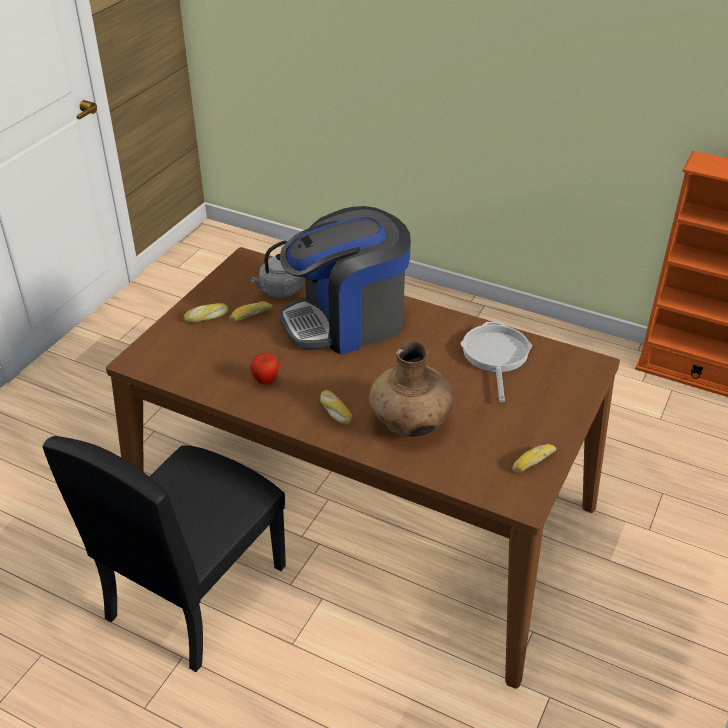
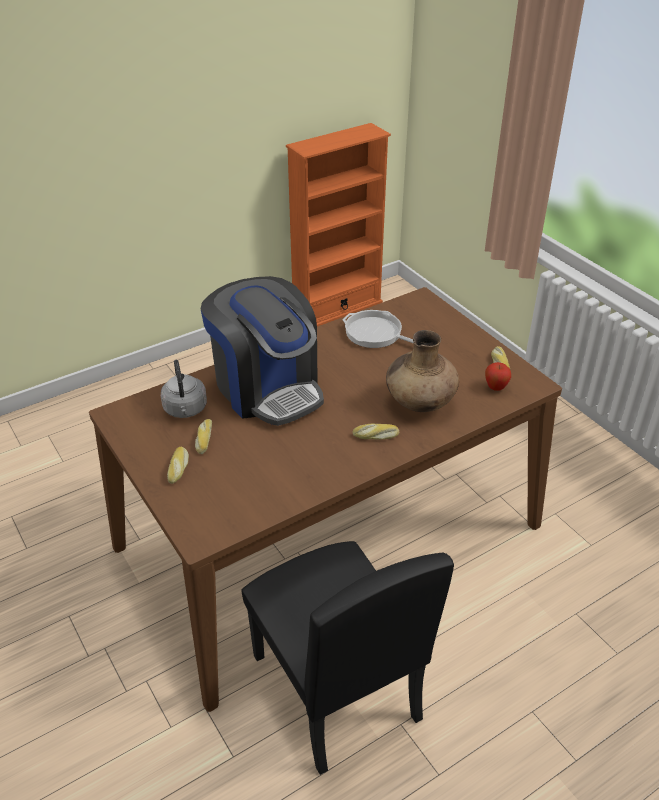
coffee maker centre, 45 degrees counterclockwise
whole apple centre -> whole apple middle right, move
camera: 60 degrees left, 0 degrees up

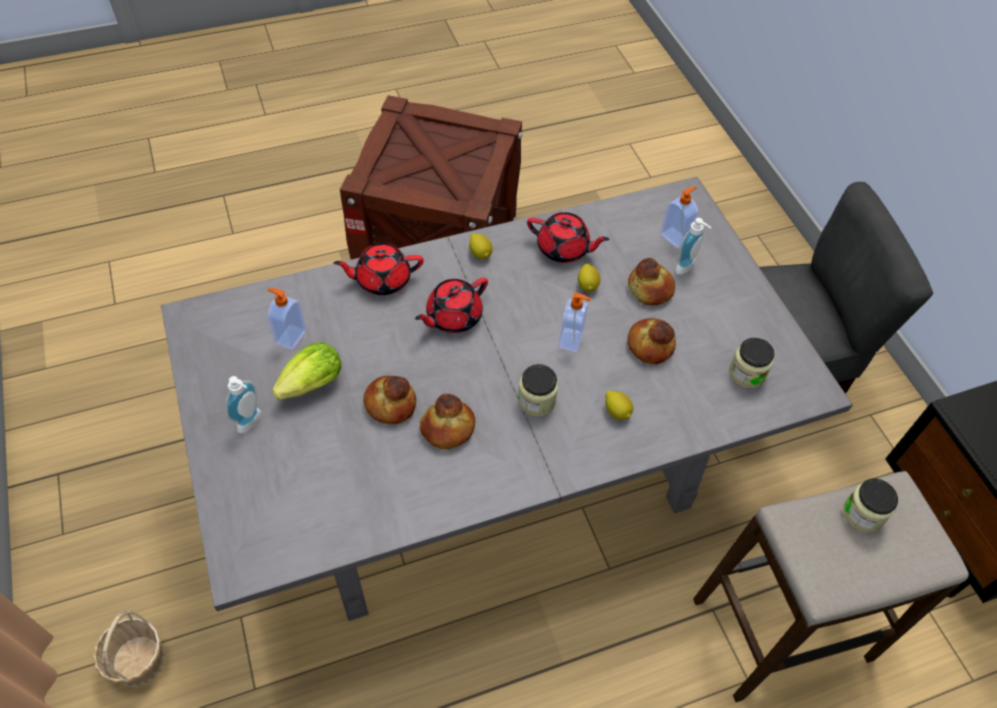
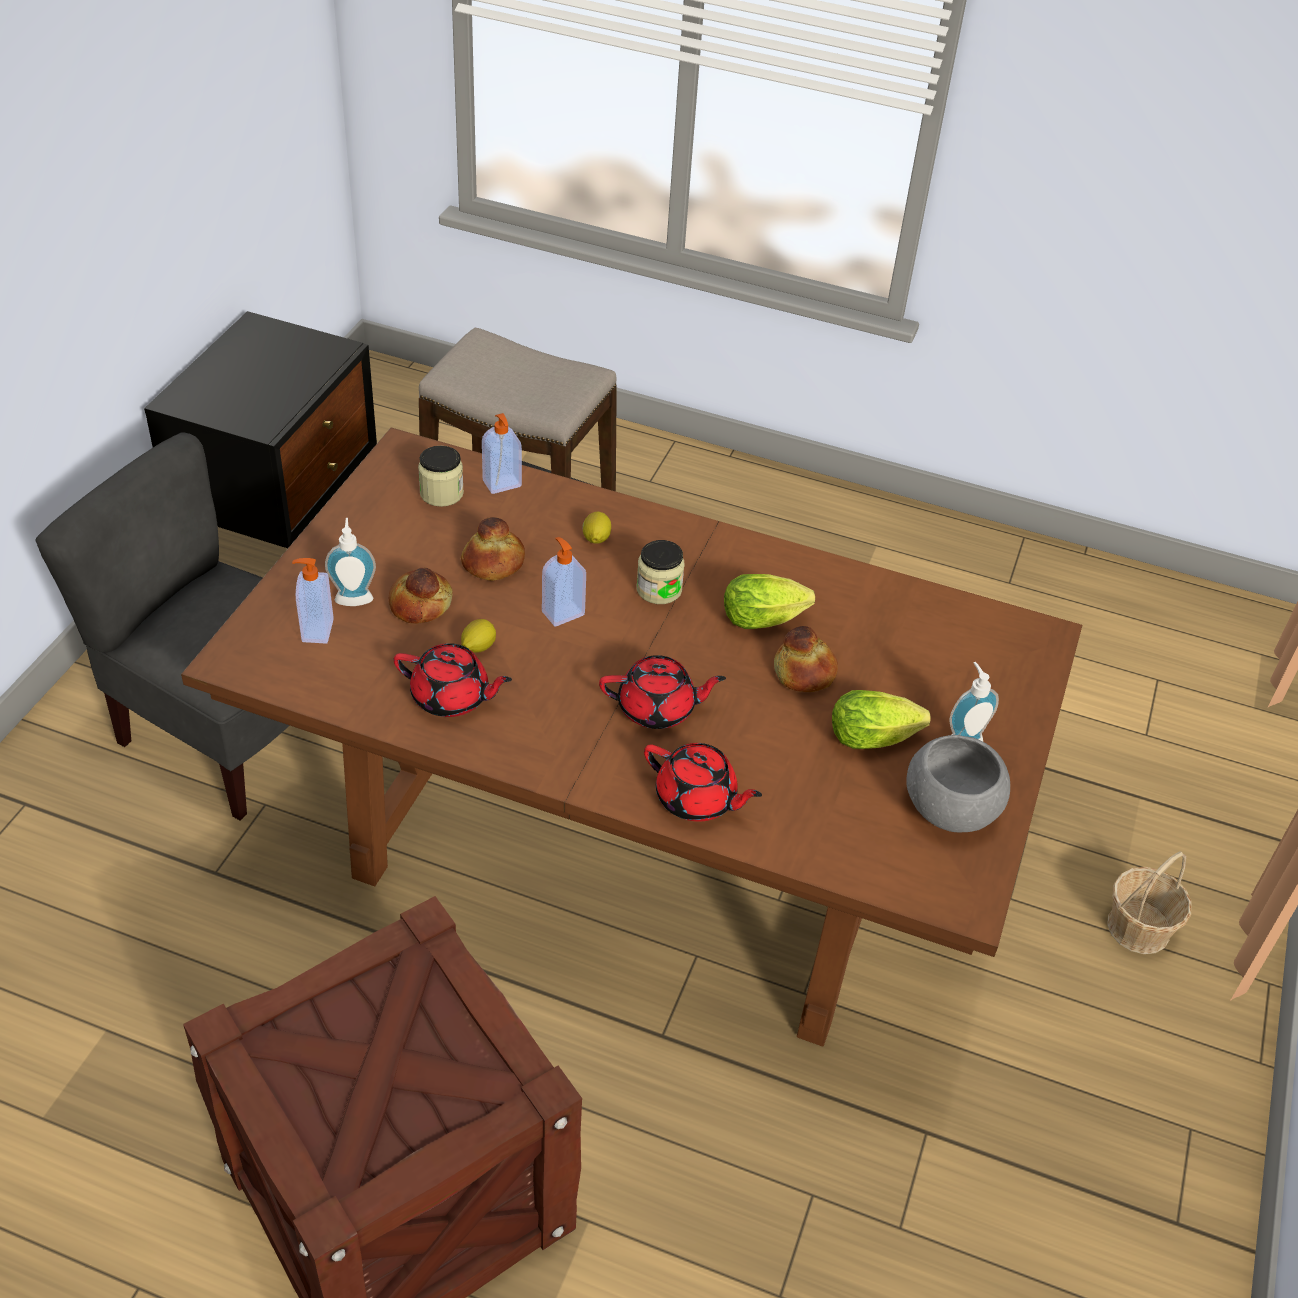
greyish dining table centre -> brownish dining table centre
red teapot (3rd from left in the first image) centre -> red teapot (1st from left) centre, 135 degrees clockwise
citrus fruit (1st from left) centre -> none
liquid soap bottle (2nd from left in the first image) middle left -> liquid soap bottle (3rd from left) centre, move
baked bread (2nd from left) centre -> lettuce head (1st from left) centre
preserve jar (3rd from left) bottom right -> none
none -> greyish serving bowl middle right
camera: 140 degrees left, 10 degrees down

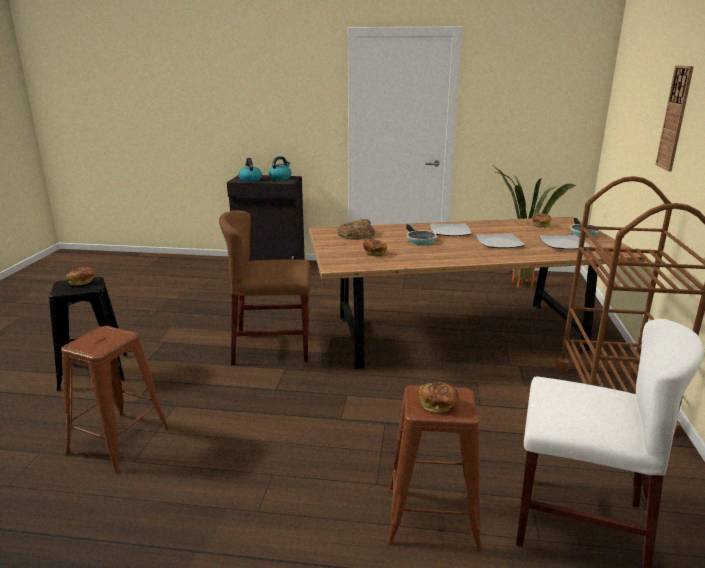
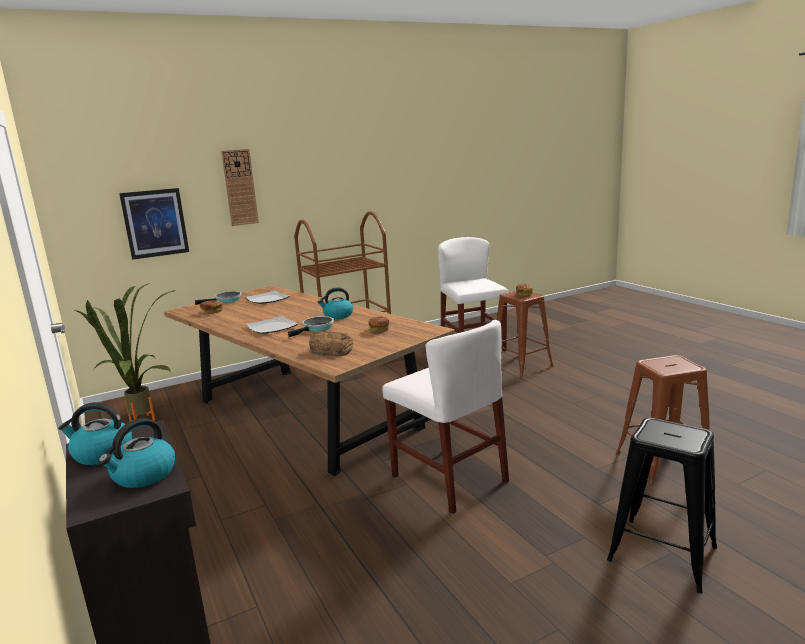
brownish plain chair centre -> white plain chair (1st from left) centre
plate (2nd from left) middle right -> none
baked bread (1st from left) middle left -> none
none -> wall picture middle left
none -> kettle (3rd from left) centre
camera: 125 degrees left, 5 degrees down

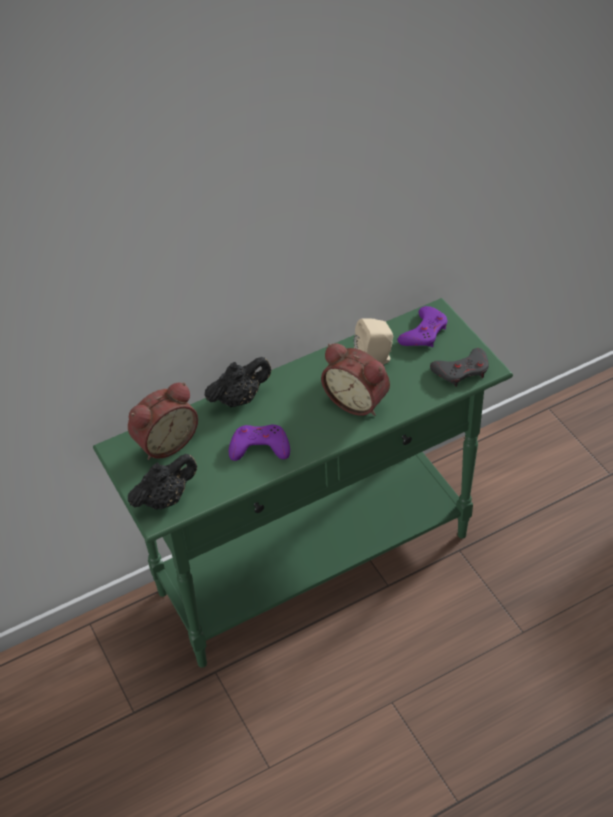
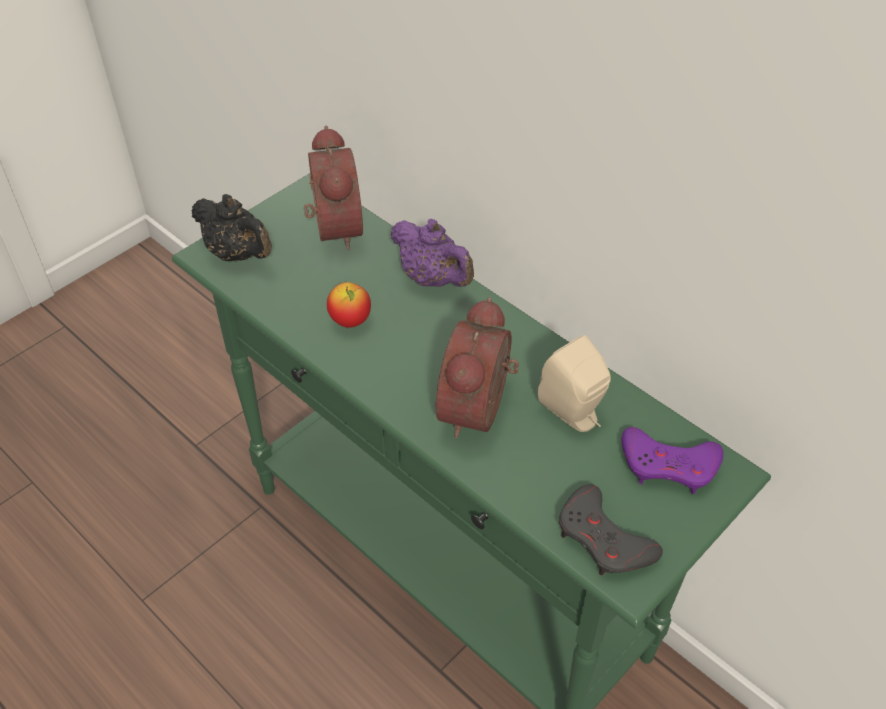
blackish teapot (2nd from left) centre -> purple teapot centre
alarm clock (1st from left) middle left -> alarm clock (1st from left) top centre, 135 degrees counterclockwise
purple game controller (1st from left) centre -> whole apple centre
camera: 70 degrees right, 0 degrees up

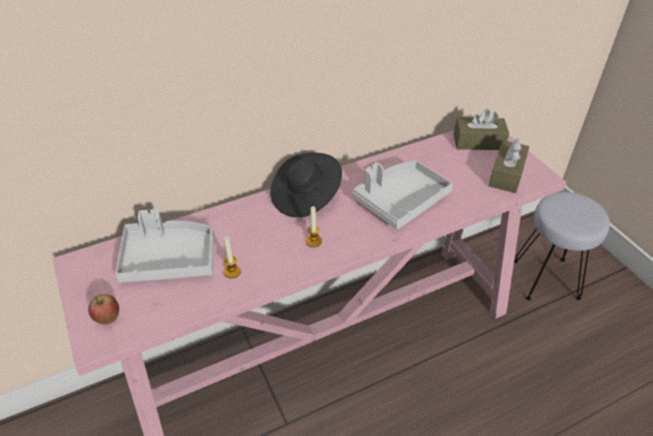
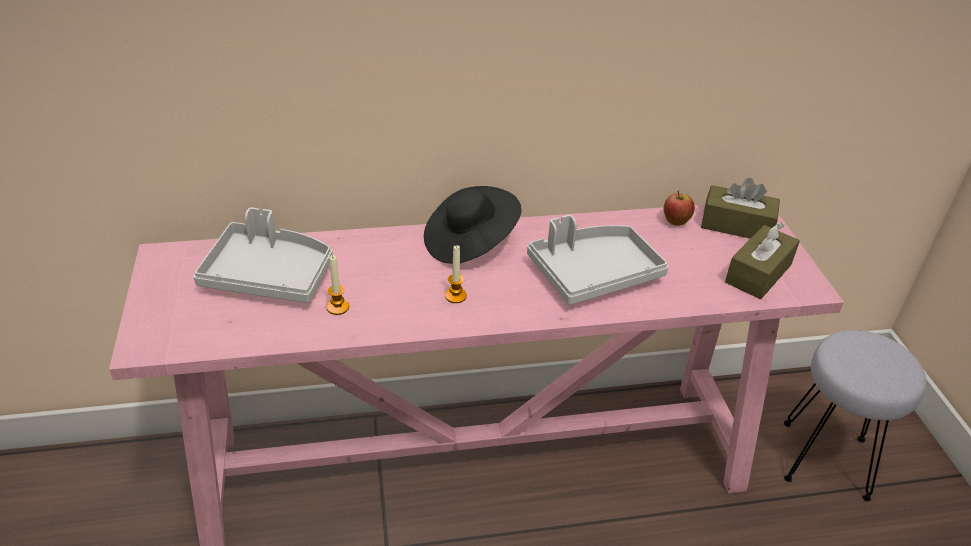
whole apple bottom left -> whole apple middle right, move
camera: 15 degrees right, 5 degrees down

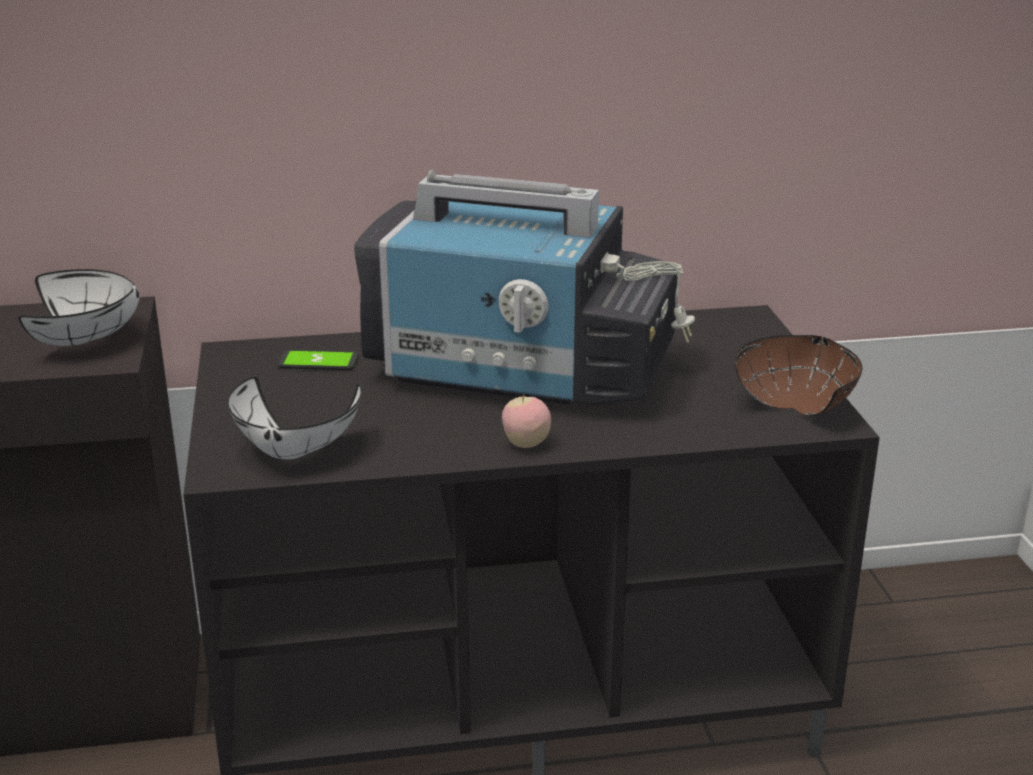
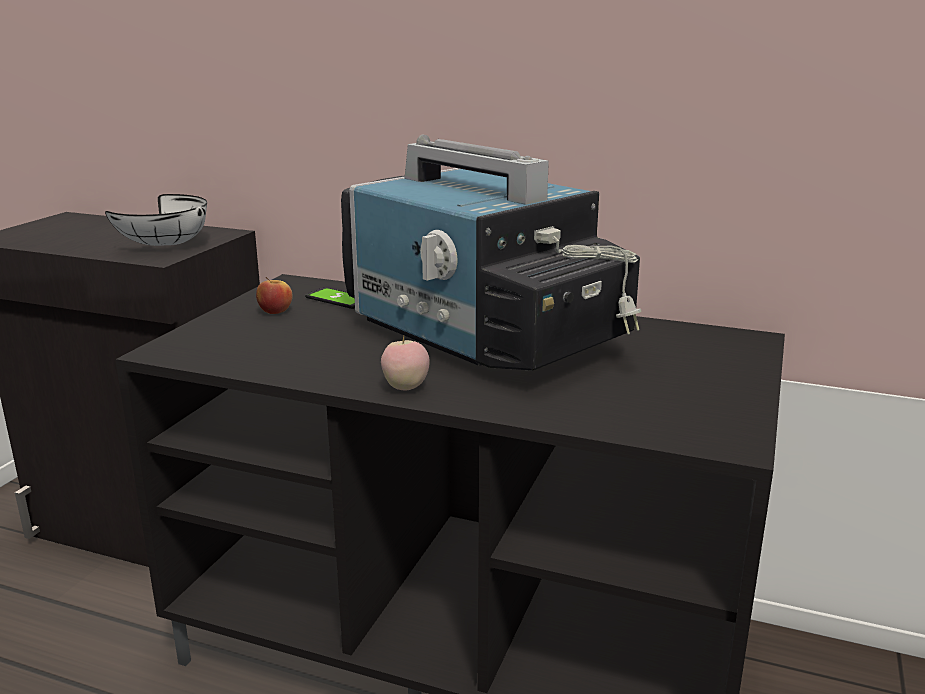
brownish serving bowl middle right -> none
white serving bowl (2nd from left) middle left -> none
none -> whole apple (1st from left) middle left
camera: 30 degrees right, 5 degrees down

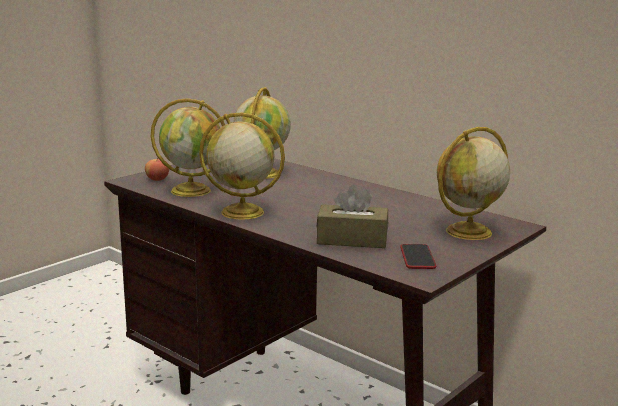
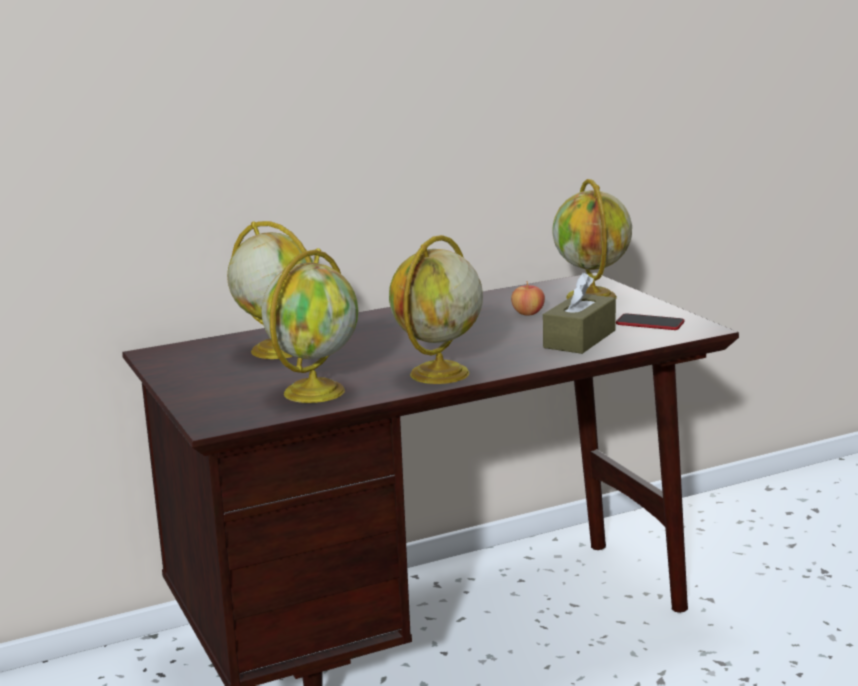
whole apple middle left -> whole apple centre, move
camera: 65 degrees left, 0 degrees up

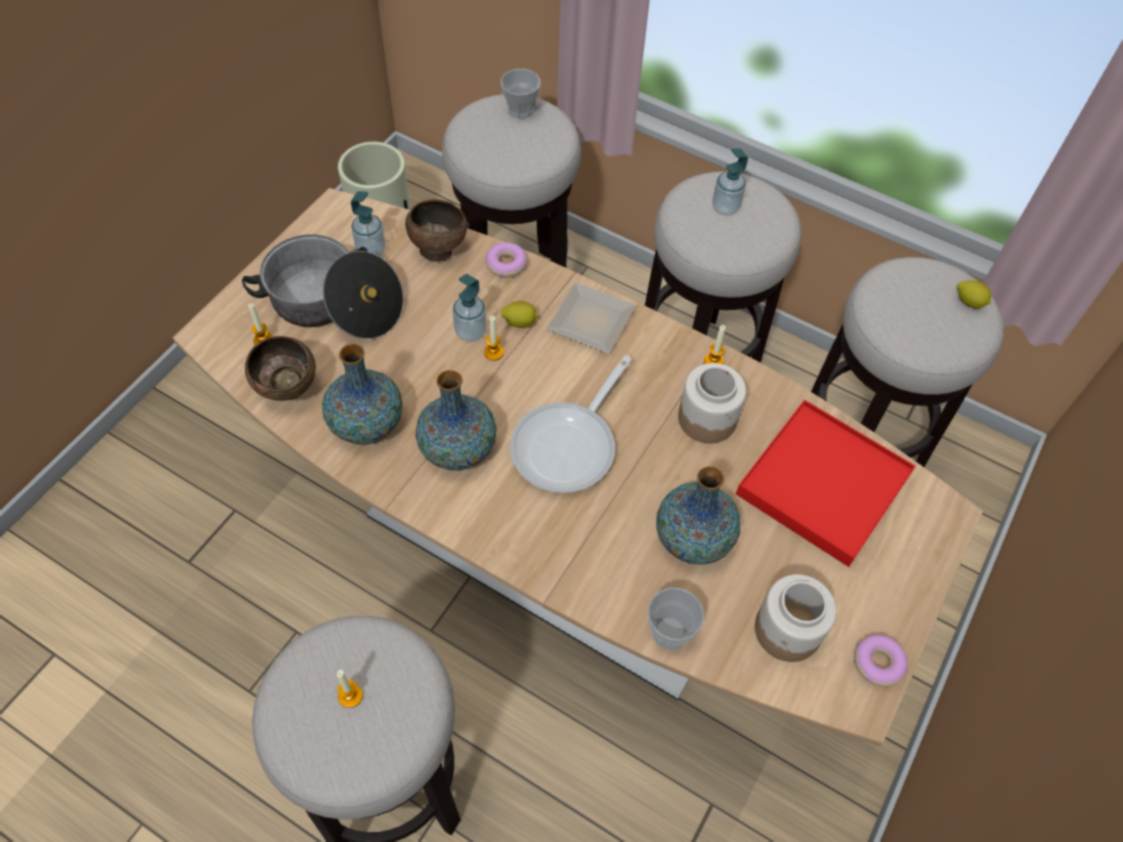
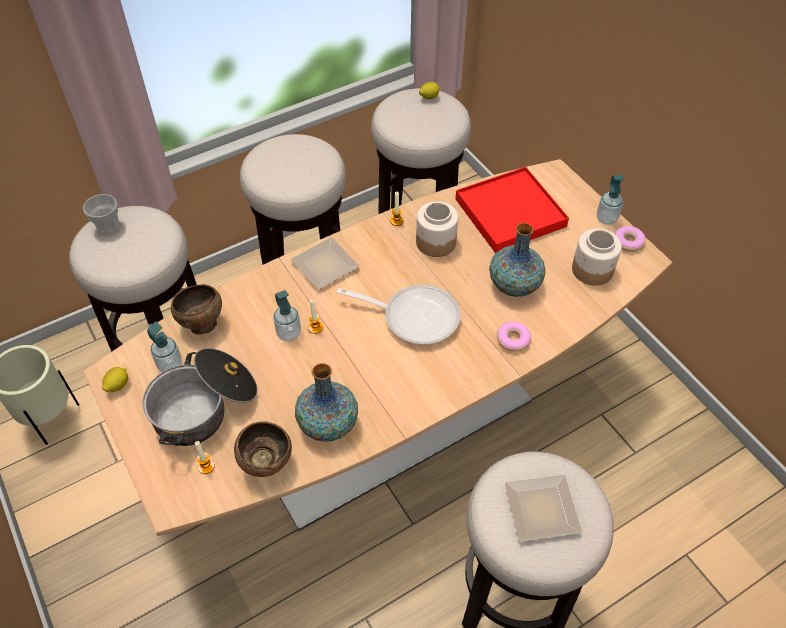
liquid soap bottle (3rd from left) top centre -> liquid soap bottle (3rd from left) top right, move
donut (1st from left) top centre -> donut (1st from left) centre, move
citrus fruit (1st from left) centre -> citrus fruit (1st from left) middle left, move
skillet centre, 45 degrees counterclockwise
decorative vase (2nd from left) centre -> none
small cup (2nd from left) bottom centre -> none
wax light (2nd from left) bottom left -> plate (2nd from left) bottom right
camera: 60 degrees left, 5 degrees down

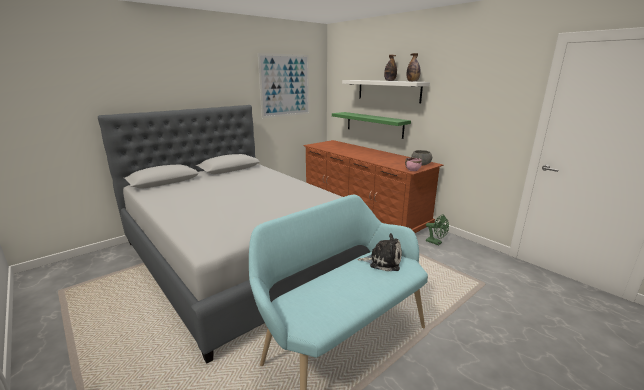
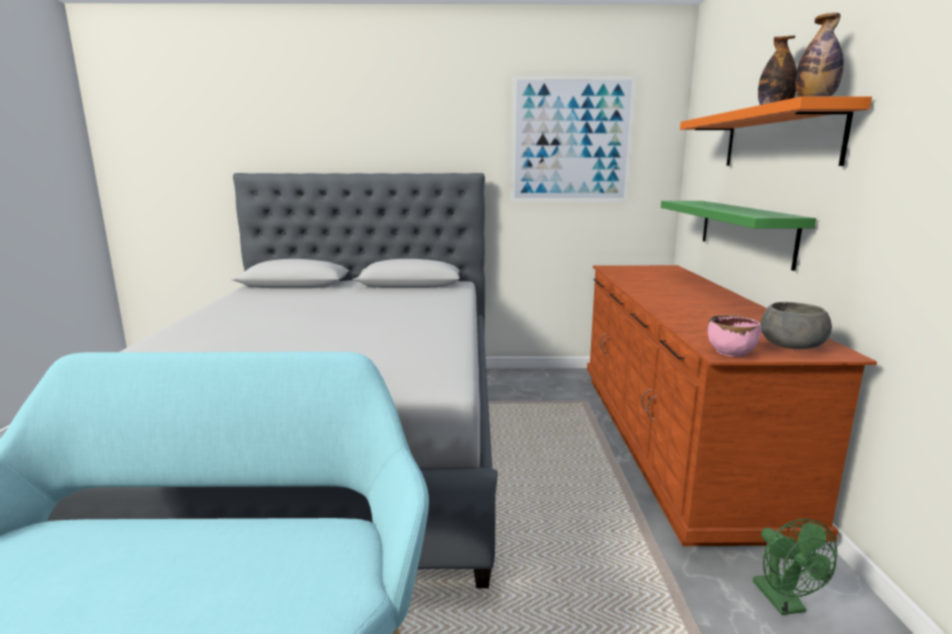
white wall shelf top centre -> orange-coloured wall shelf top right
soft toy centre -> none
camera: 40 degrees right, 5 degrees down

